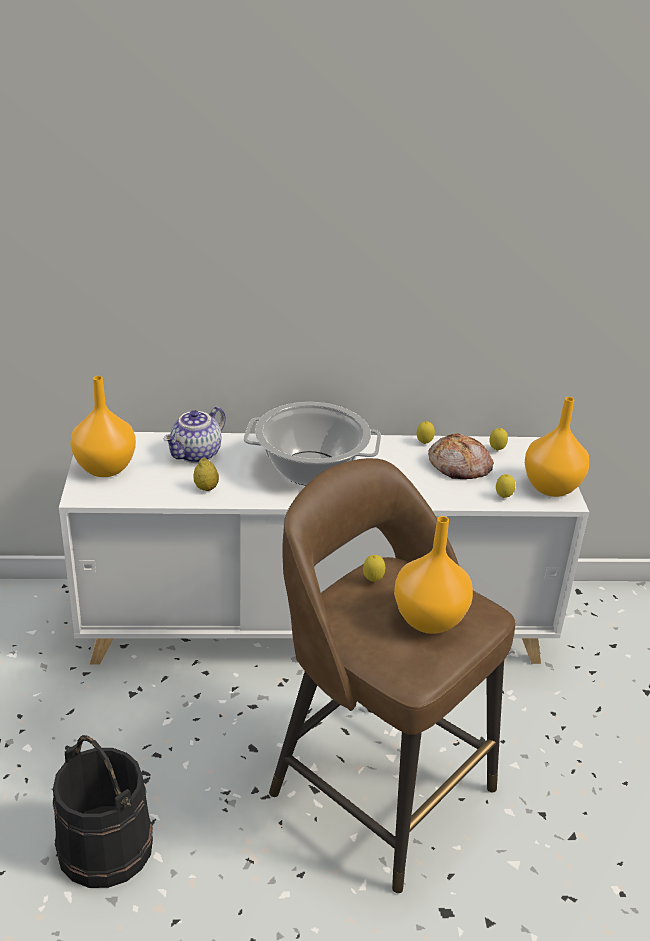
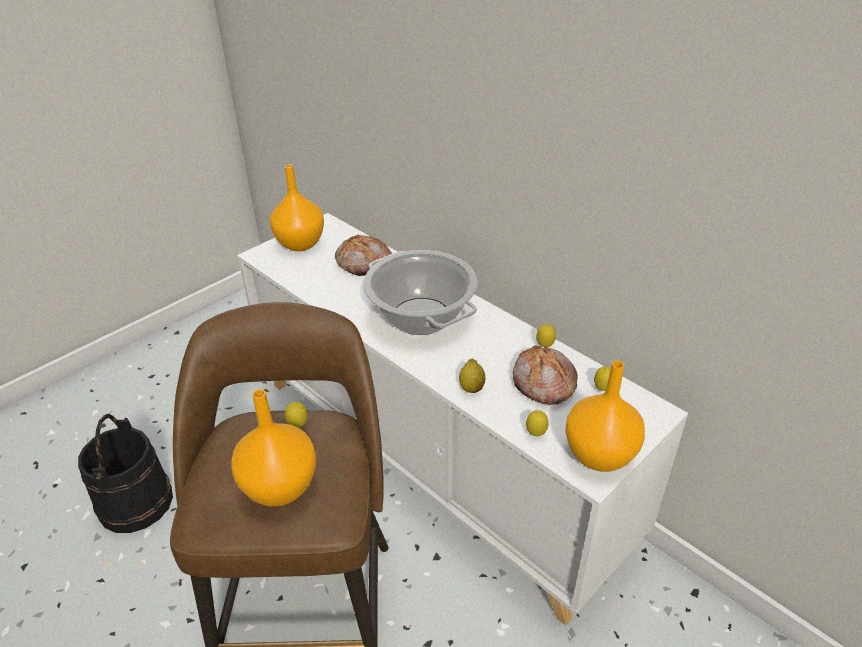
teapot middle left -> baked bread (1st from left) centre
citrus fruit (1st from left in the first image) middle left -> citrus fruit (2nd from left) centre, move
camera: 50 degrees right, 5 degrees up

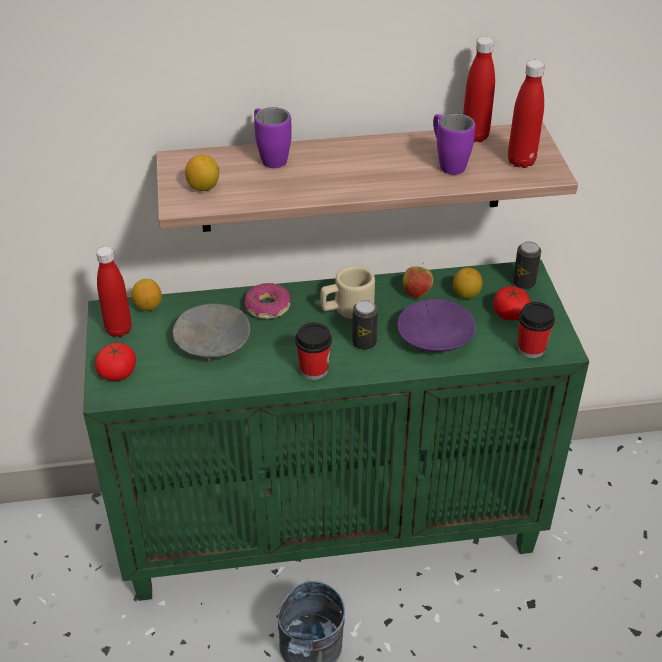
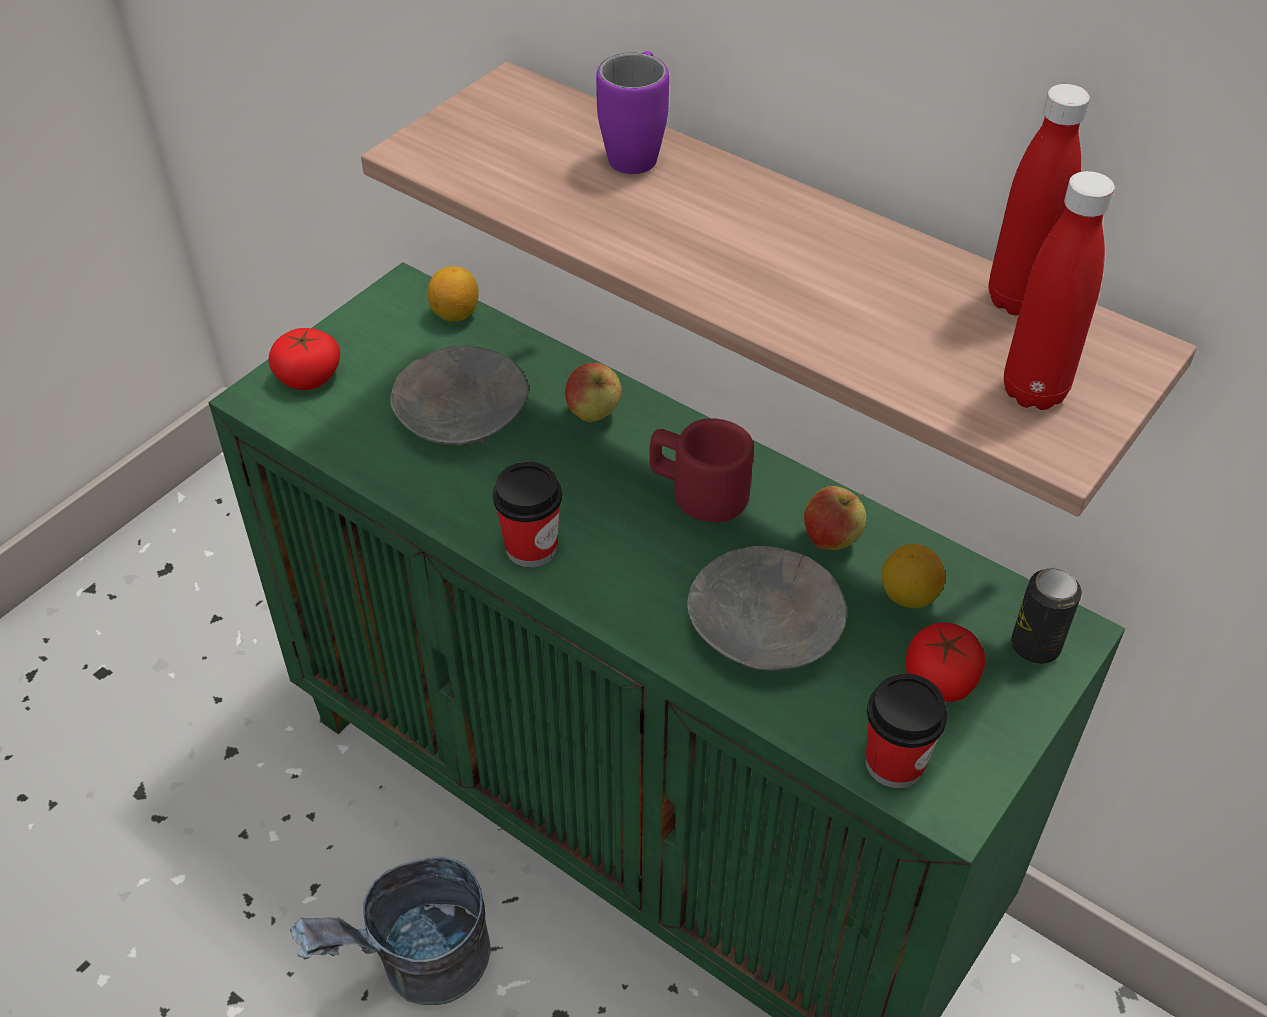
purple coffee mug (2nd from left) top right -> none
citrus fruit (2nd from left) top left -> none
red beverage bottle (1st from left) middle left -> none
beige coffee mug centre -> red coffee mug centre
donut centre -> whole apple (1st from left) centre
purple serving bowl centre -> greyish serving bowl (2nd from left) centre
metal can (1st from left) centre -> none
camera: 45 degrees right, 5 degrees up

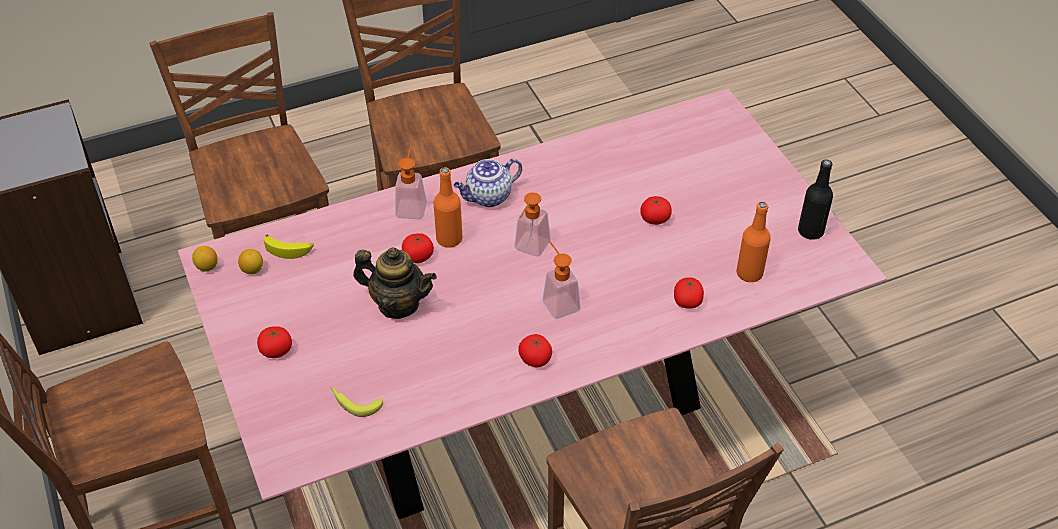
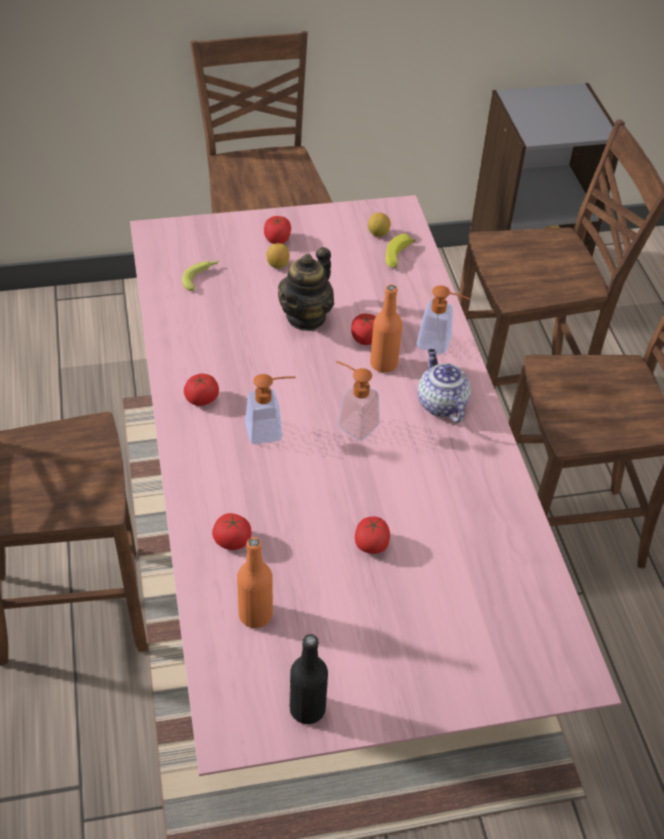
citrus fruit (1st from left) middle left -> citrus fruit (1st from left) top centre, move
camera: 100 degrees right, 0 degrees up

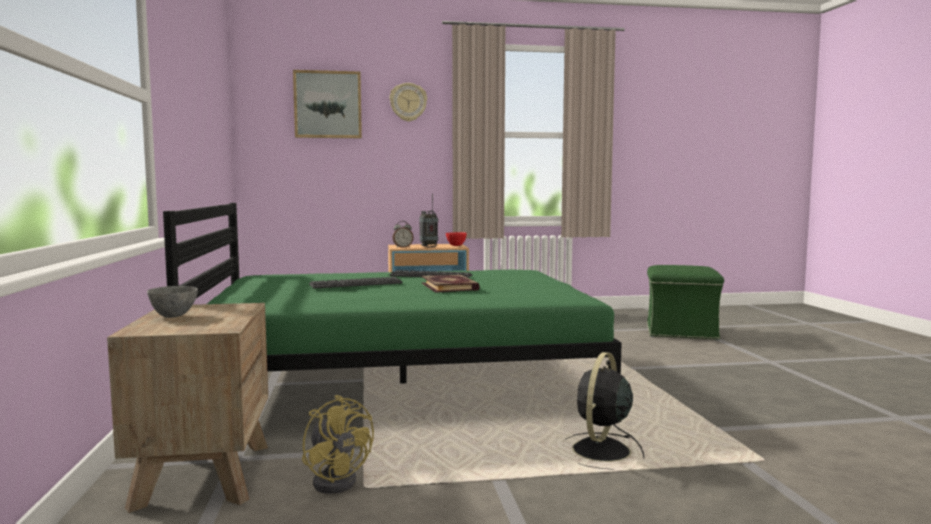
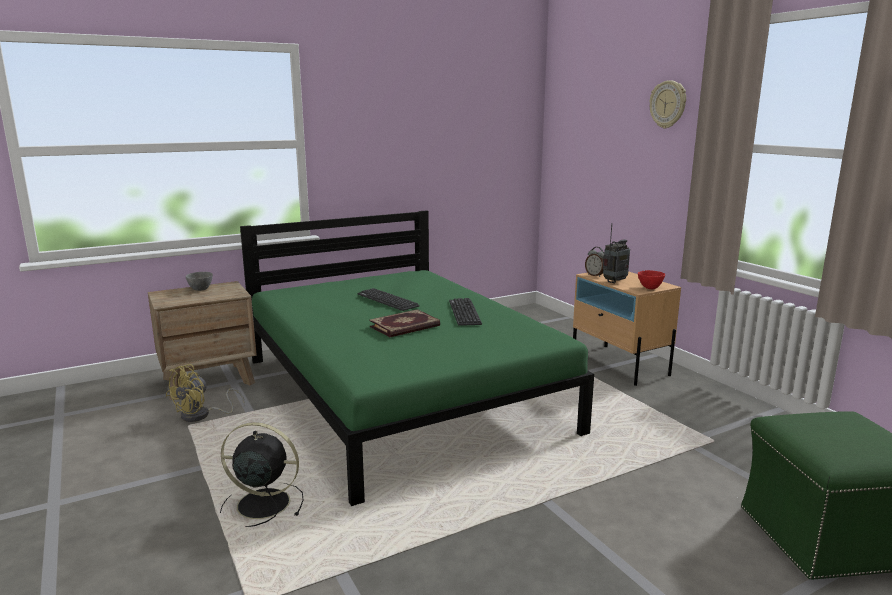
wall picture top centre -> none
camera: 70 degrees right, 10 degrees up

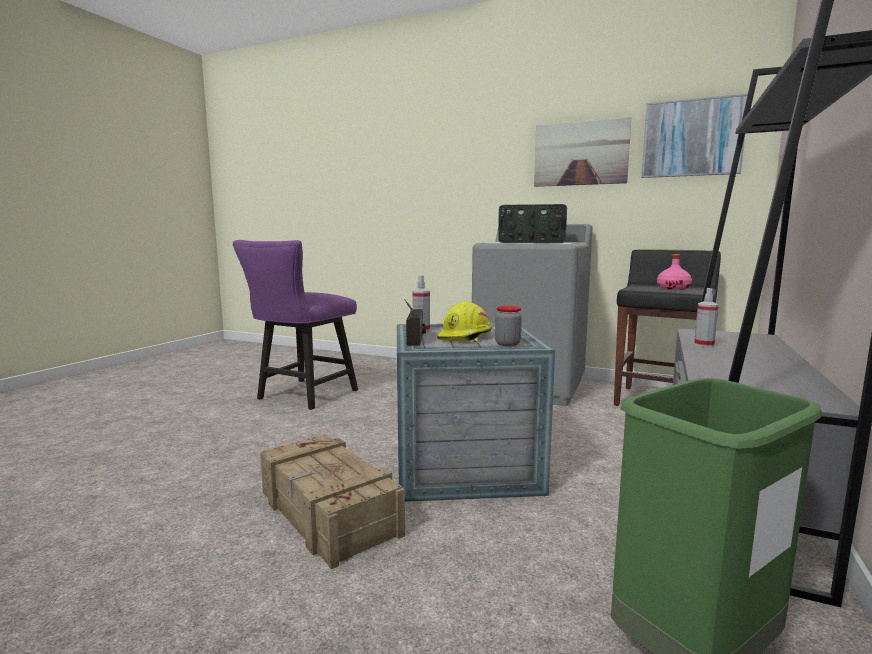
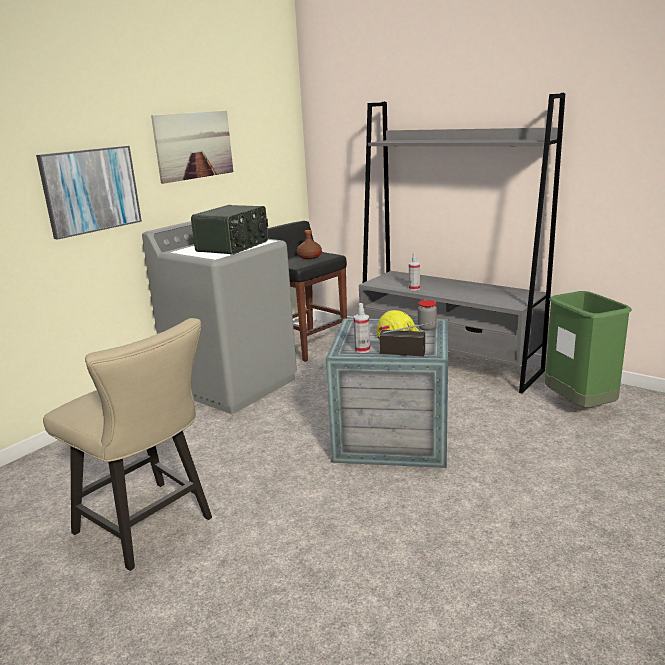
wall picture (2nd from left in the first image) top right -> wall picture (1st from left) top left, move
purple plain chair centre -> beige plain chair bottom left
pinkish beverage bottle middle right -> brownish beverage bottle centre
shipping crate (1st from left) bottom centre -> none
camera: 75 degrees left, 10 degrees up

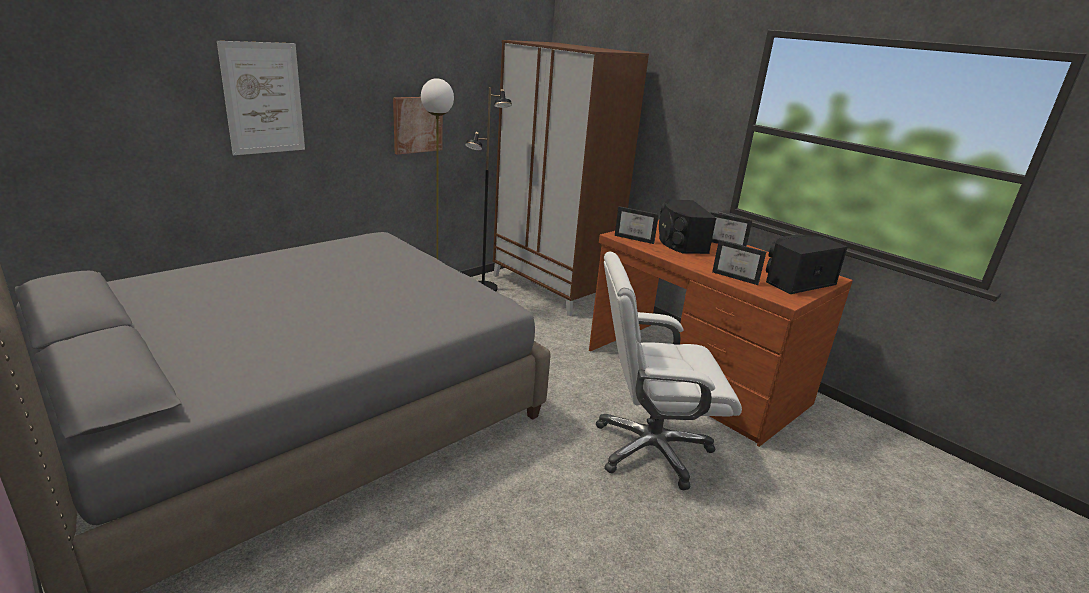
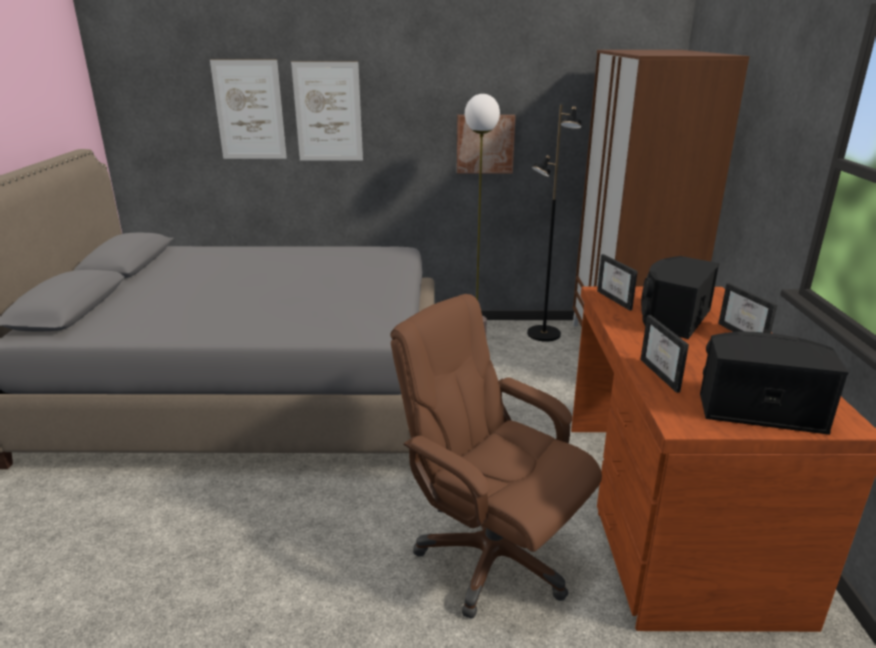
white office chair centre -> brownish office chair bottom centre
none -> wall picture (1st from left) top left
camera: 45 degrees right, 0 degrees up

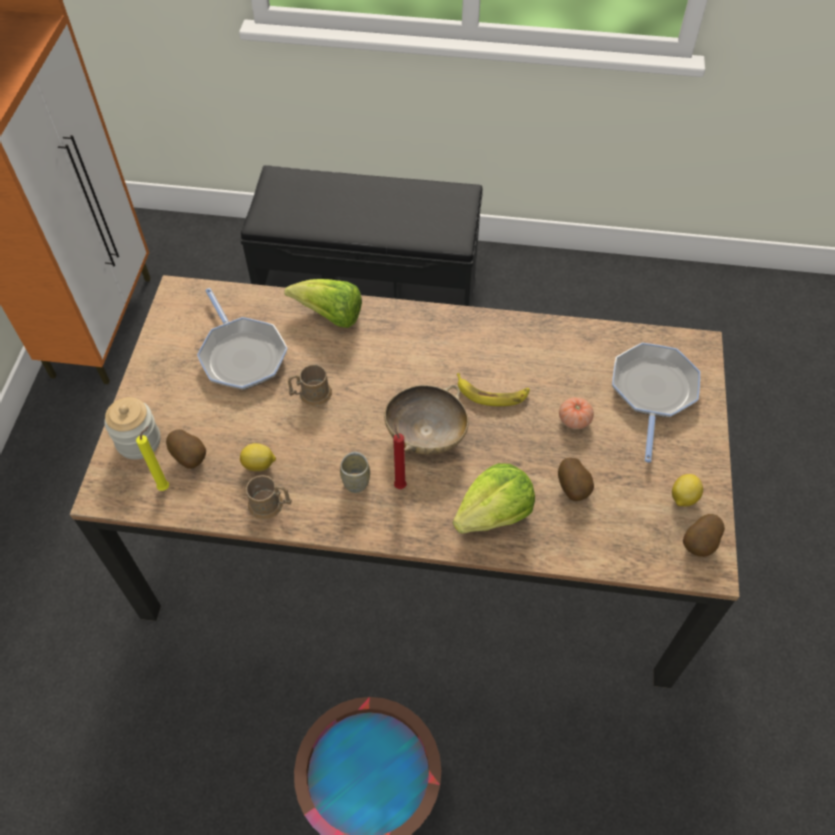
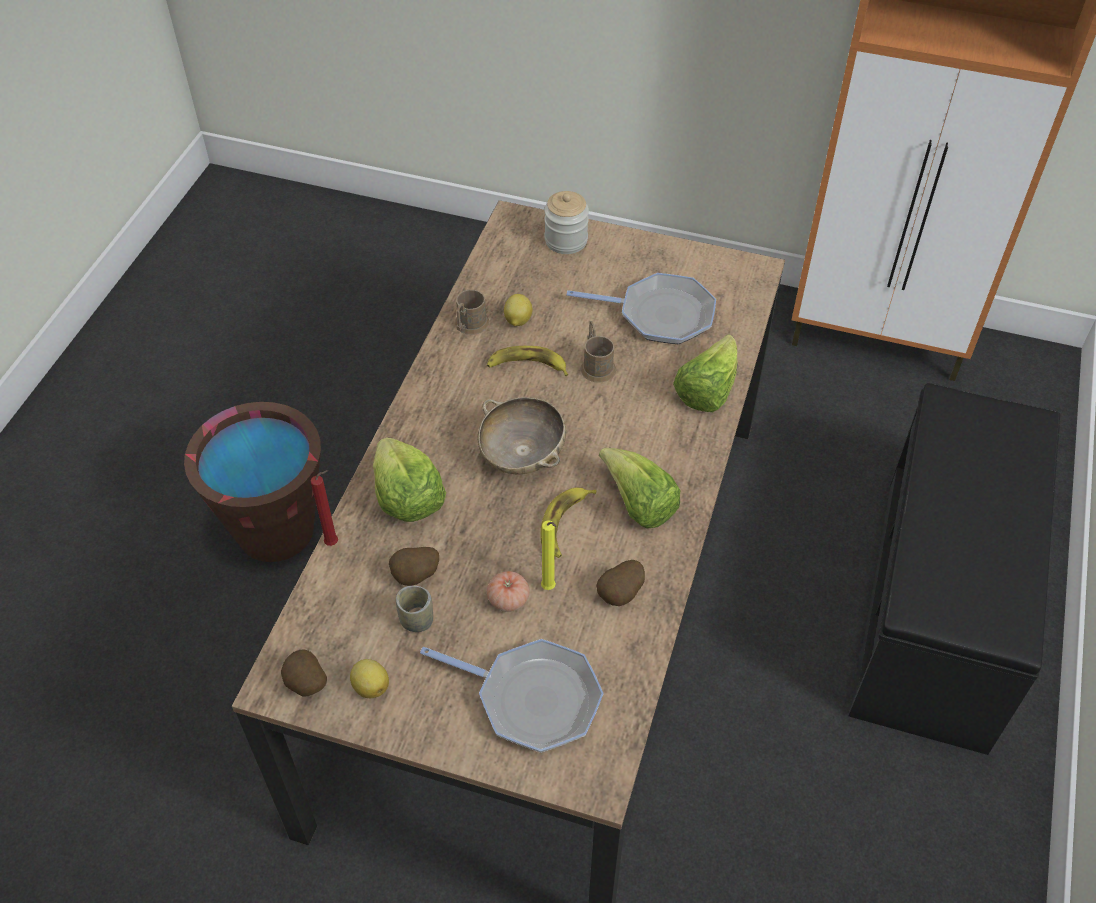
skillet (1st from left in the first image) middle left -> skillet (2nd from left) centre, 150 degrees counterclockwise
red wax light centre -> red wax light middle left, move
yellow wax light middle left -> yellow wax light centre, move
whole potato (1st from left in the first image) middle left -> whole potato (3rd from left) centre, move
small cup centre -> small cup bottom centre, move
none -> banana (1st from left) centre
none -> lettuce head (2nd from left) centre
camera: 100 degrees right, 5 degrees down

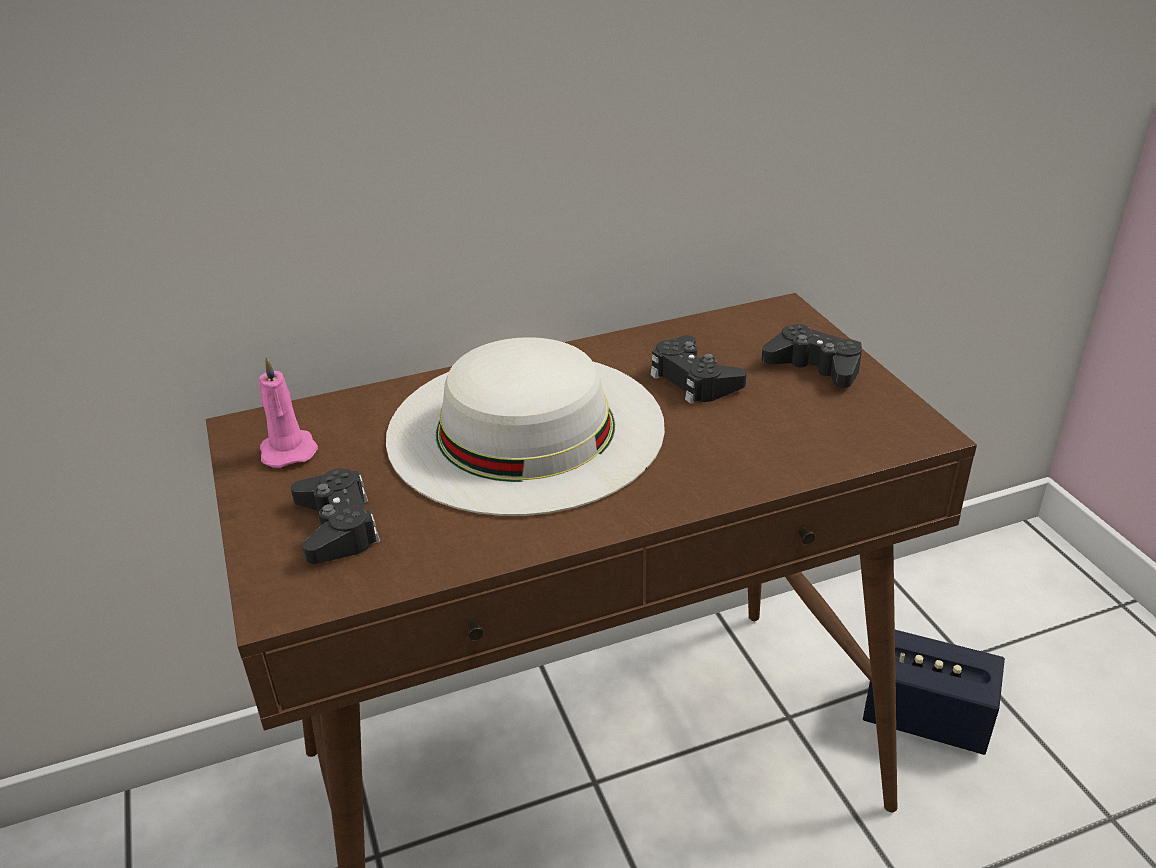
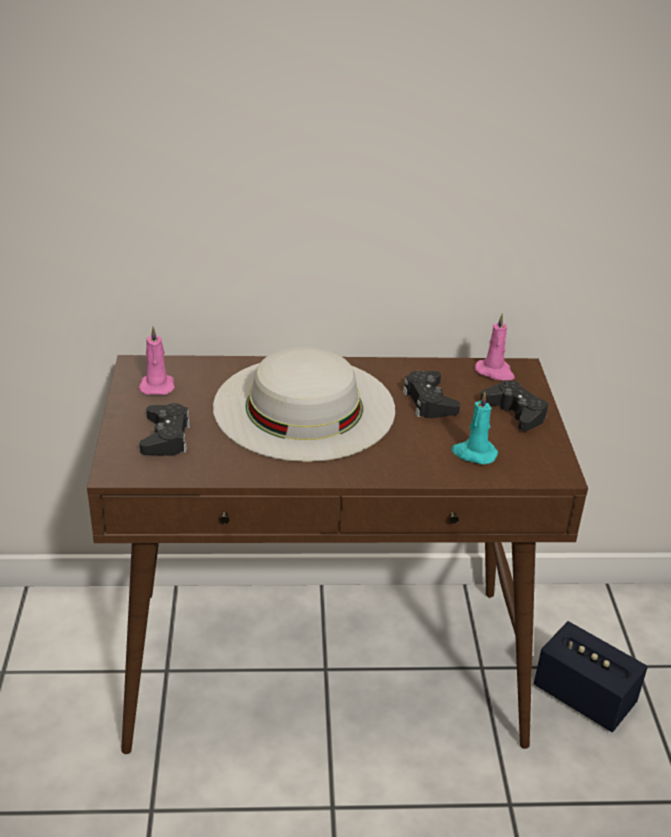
none -> pinkish wax light (2nd from left) middle right
none -> turquoise-coloured wax light middle right
camera: 15 degrees right, 0 degrees up

